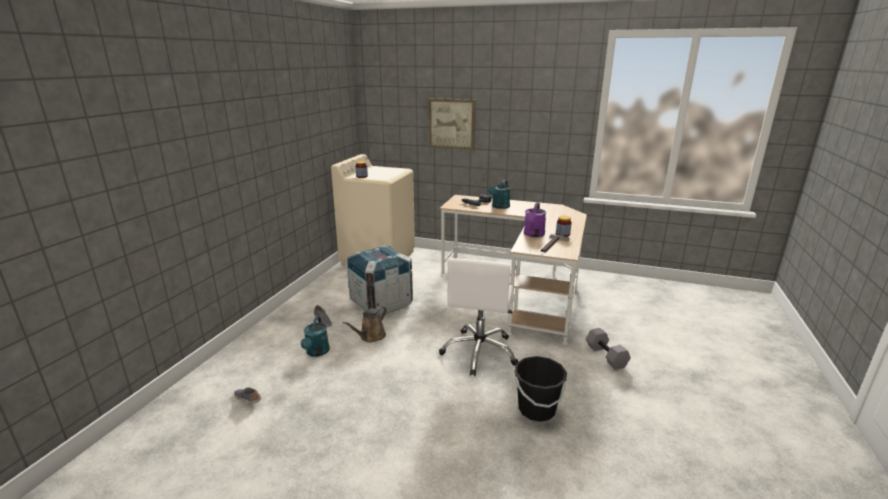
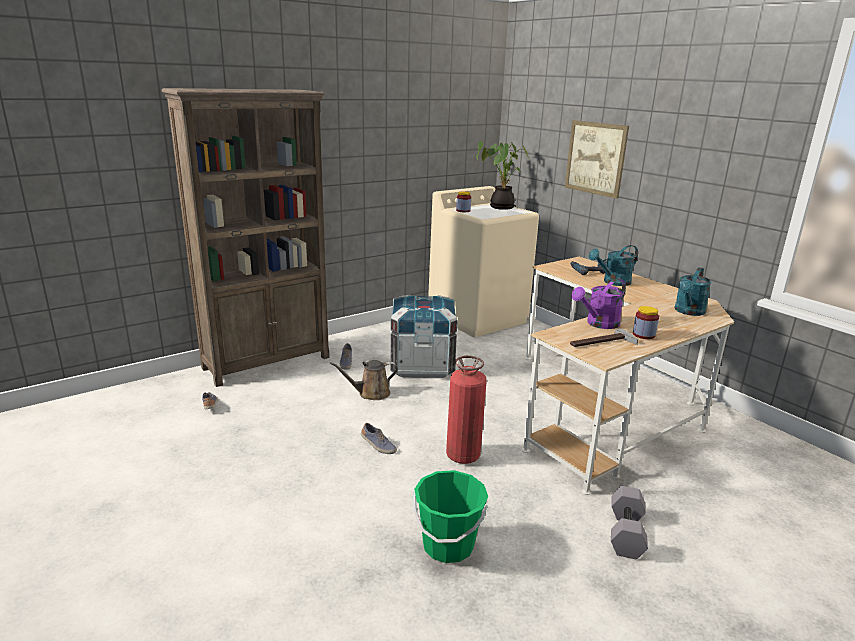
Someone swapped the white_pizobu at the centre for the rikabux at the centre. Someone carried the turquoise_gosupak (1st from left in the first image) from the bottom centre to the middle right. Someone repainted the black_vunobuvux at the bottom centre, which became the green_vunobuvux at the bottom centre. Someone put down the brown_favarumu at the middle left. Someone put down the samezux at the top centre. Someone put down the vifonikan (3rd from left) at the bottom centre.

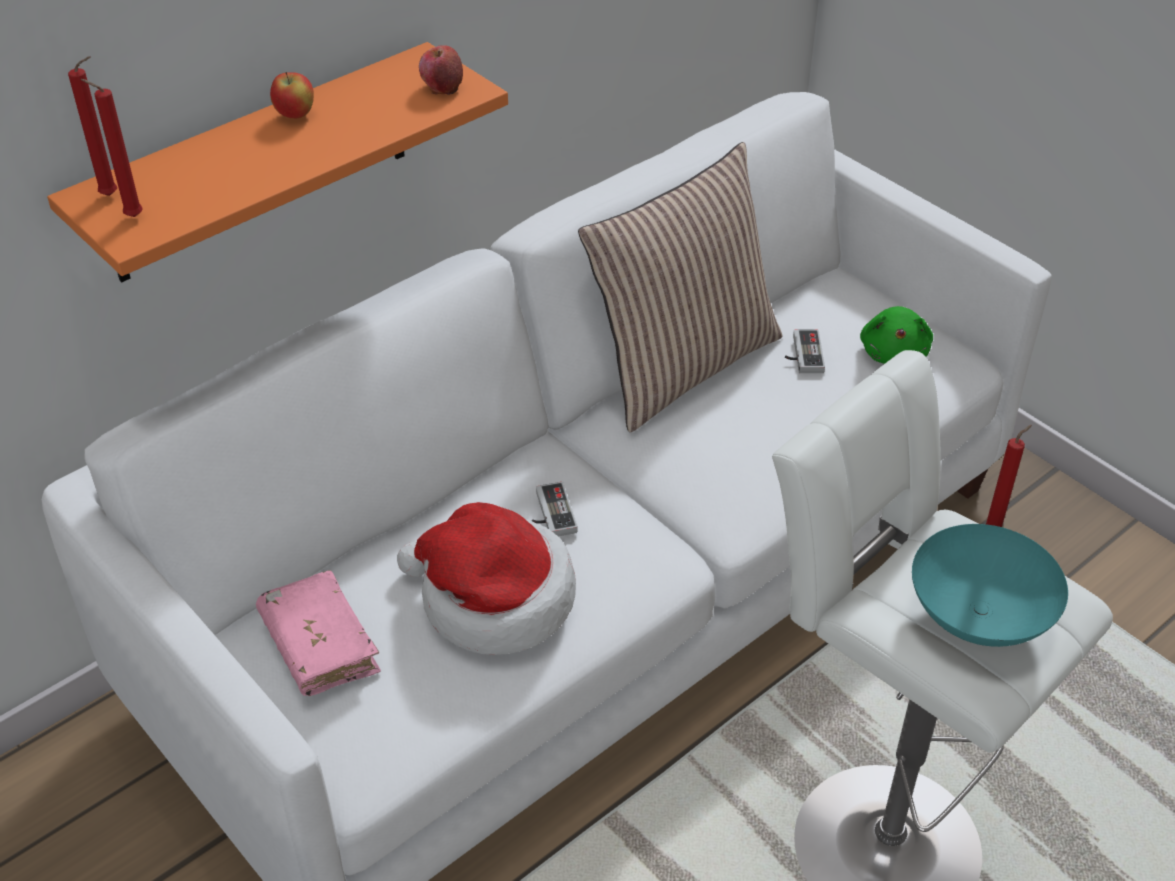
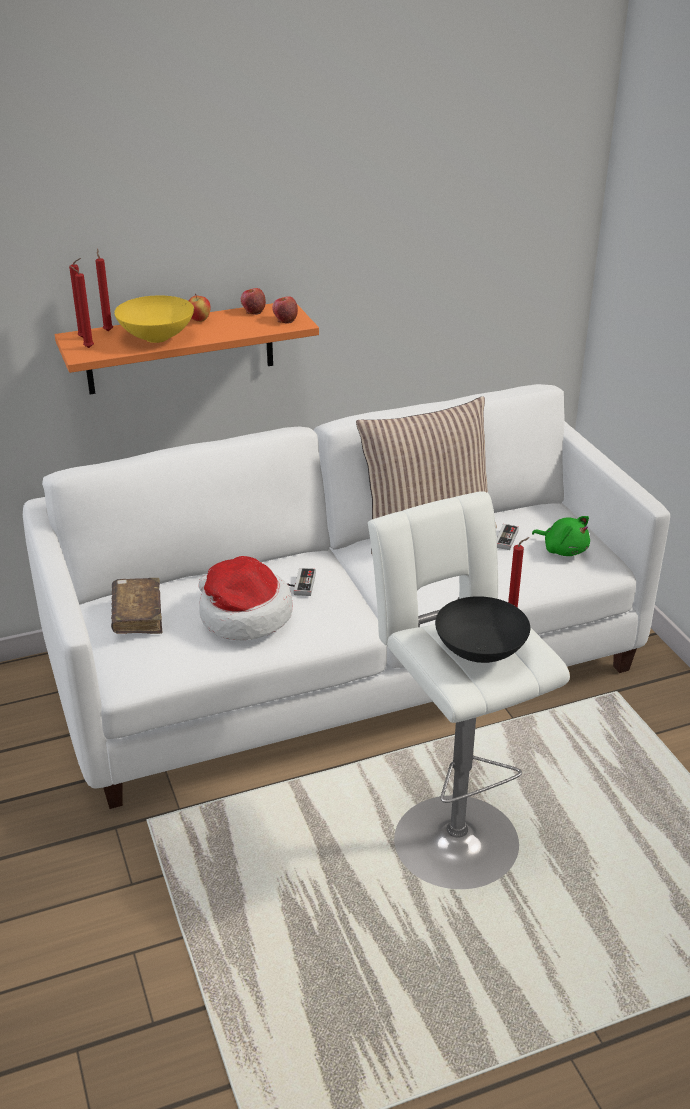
Someone rotated the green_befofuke at the middle right by 75 degrees counterclockwise. Someone repainted the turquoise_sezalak at the middle right, which became the black_sezalak at the middle right. Someone repainted the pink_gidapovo at the bottom left, which became the brown_gidapovo at the middle left. Someone put down the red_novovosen (3rd from left) at the top left. Someone put down the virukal (2nd from left) at the top centre. Someone put down the yellow_sezalak at the top left.

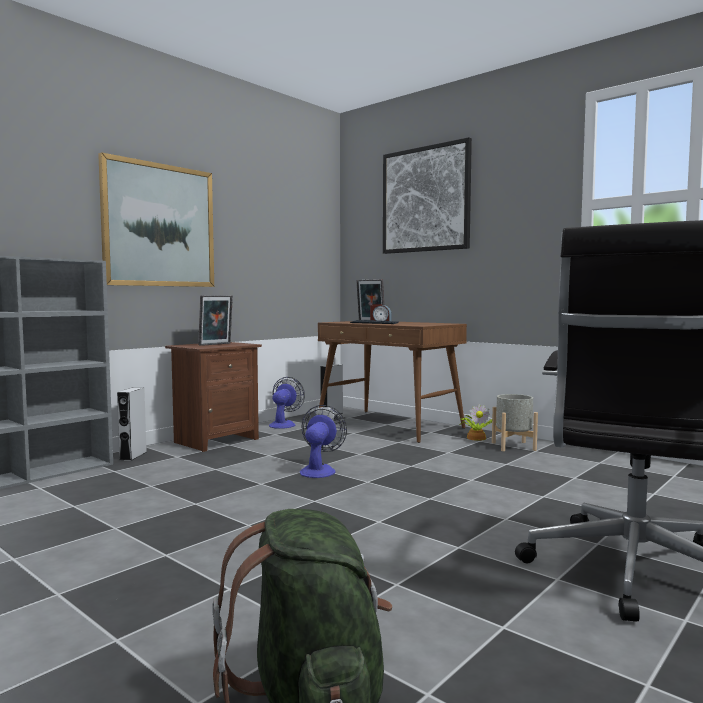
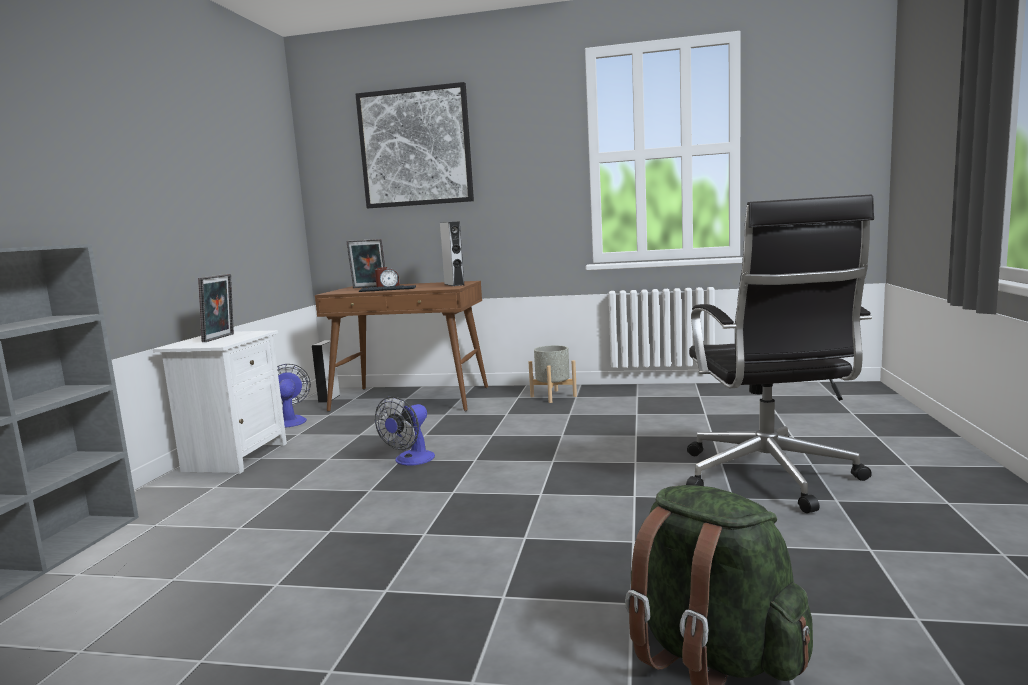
Someone took away the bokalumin (1st from left) at the top left. Someone repainted the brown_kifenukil at the middle left, which became the white_kifenukil at the middle left. Someone carried the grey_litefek (1st from left in the first image) from the middle left to the centre. Someone took away the samezux at the middle right. Someone rotated the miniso (2nd from left) at the centre by 135 degrees counterclockwise.

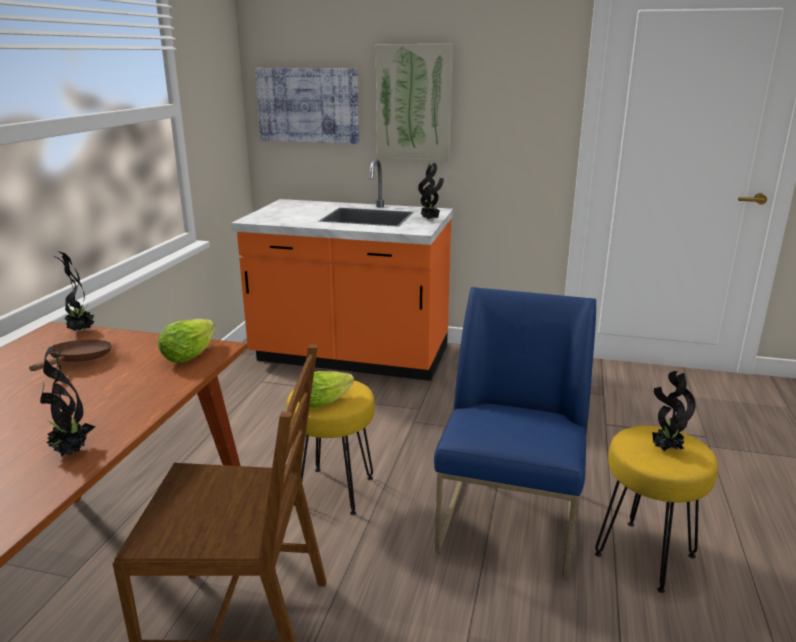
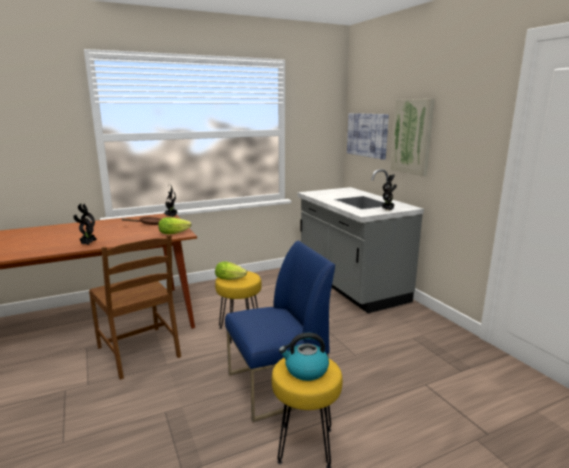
Someone repainted the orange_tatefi at the centre, which became the grey_tatefi at the centre. Someone swapped the samezux (4th from left) at the middle right for the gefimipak at the bottom centre.

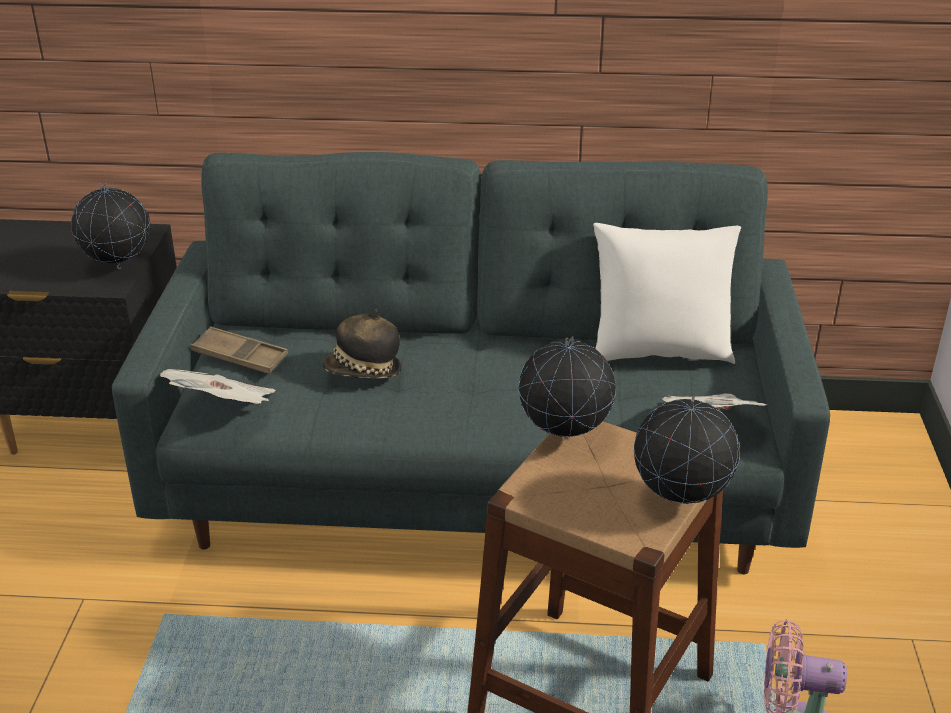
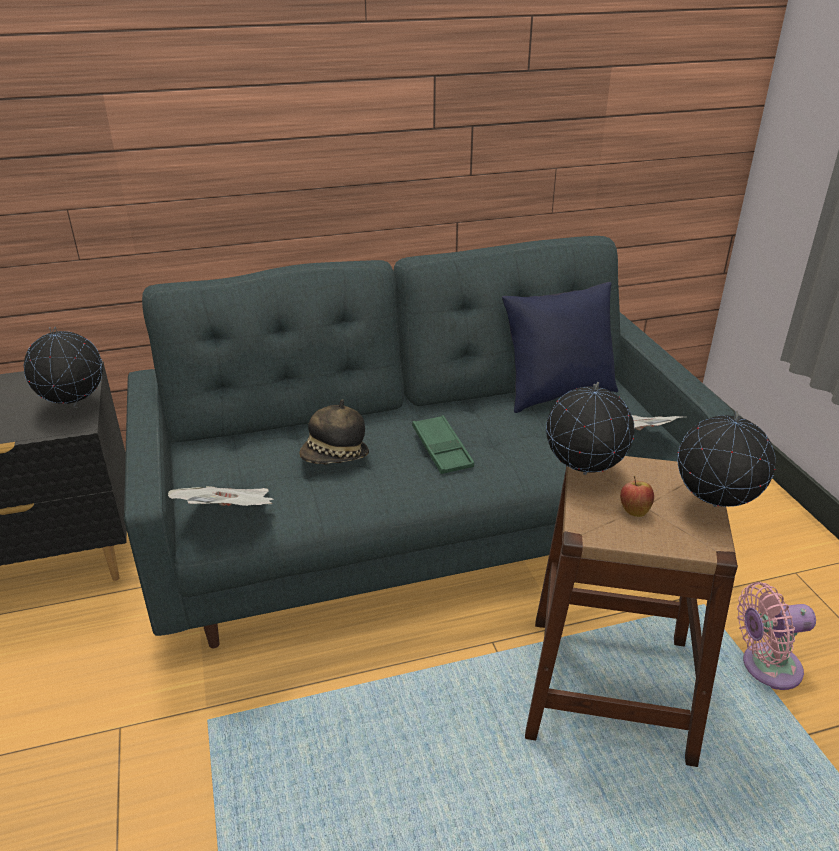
Someone repainted the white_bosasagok at the middle right, which became the blue_bosasagok at the middle right. Someone took away the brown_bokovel at the middle left. Someone put down the green_bokovel at the centre. Someone put down the virukal at the middle right.

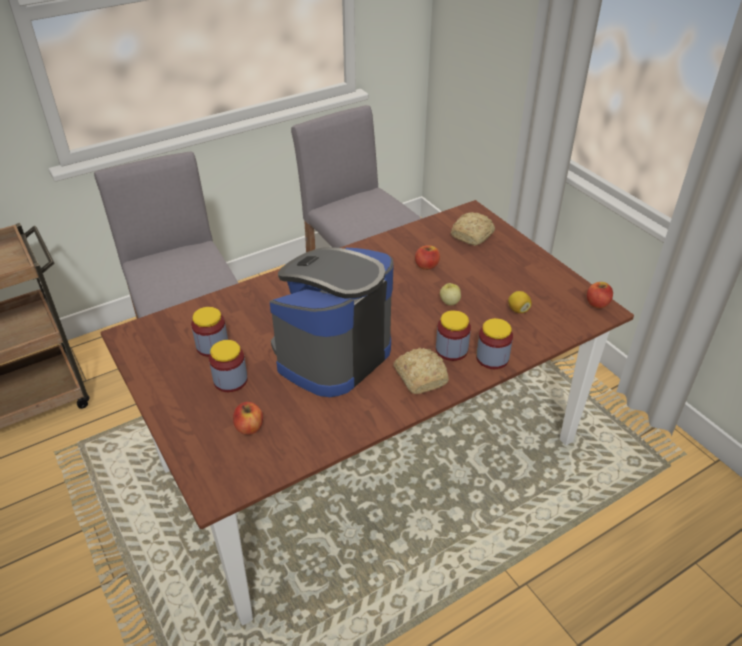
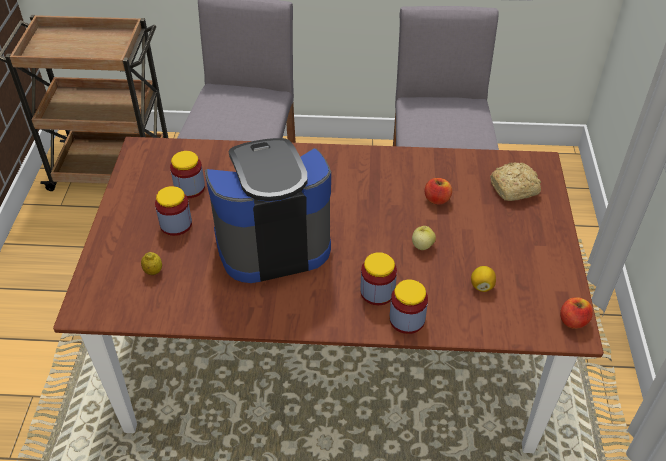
Someone took away the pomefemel (1st from left) at the centre. Someone swapped the virukal (1st from left) at the centre for the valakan (1st from left) at the middle left.

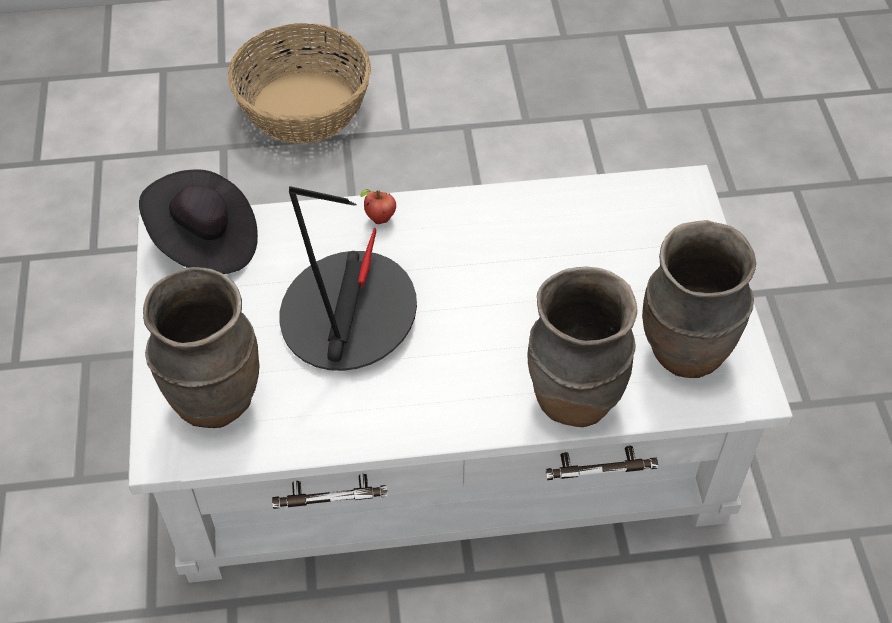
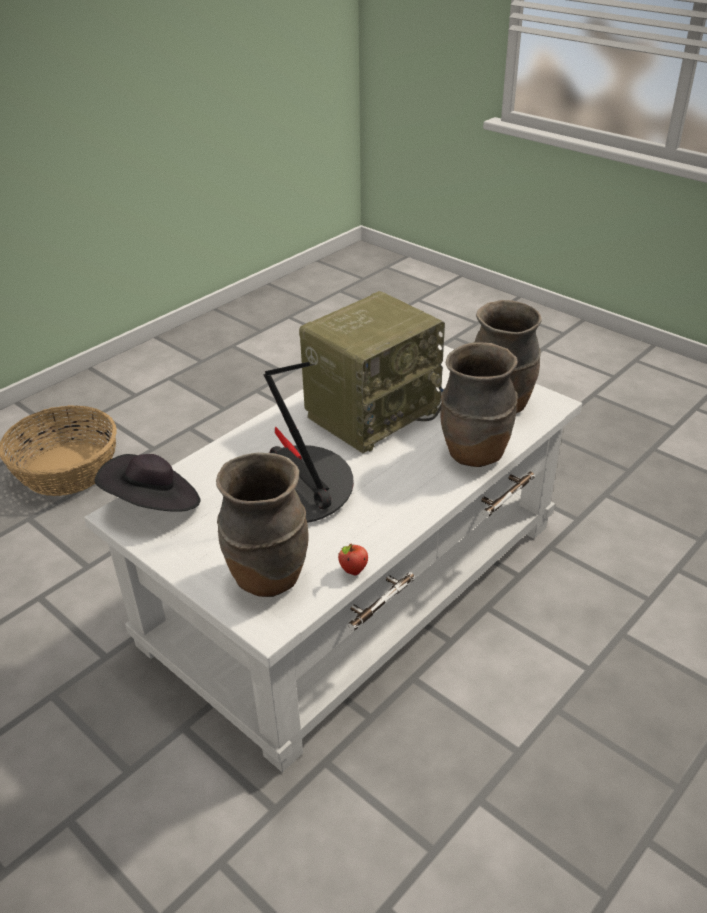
Someone carried the virukal from the top centre to the centre. Someone put down the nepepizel at the centre.

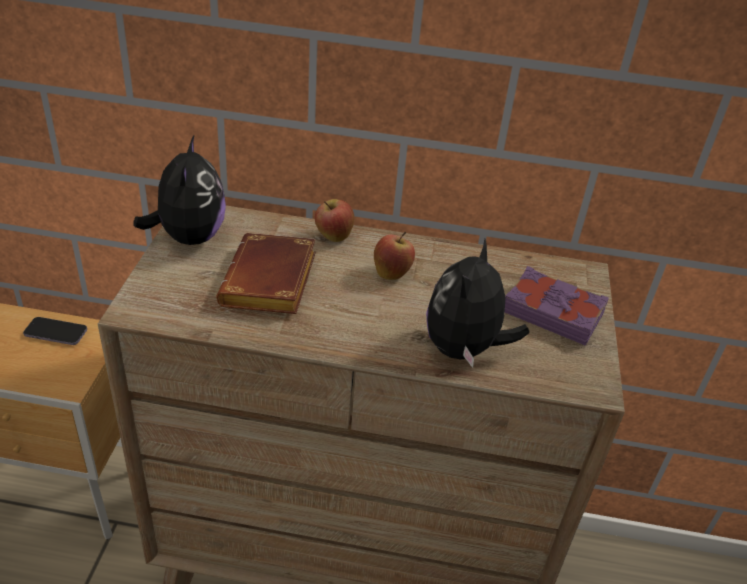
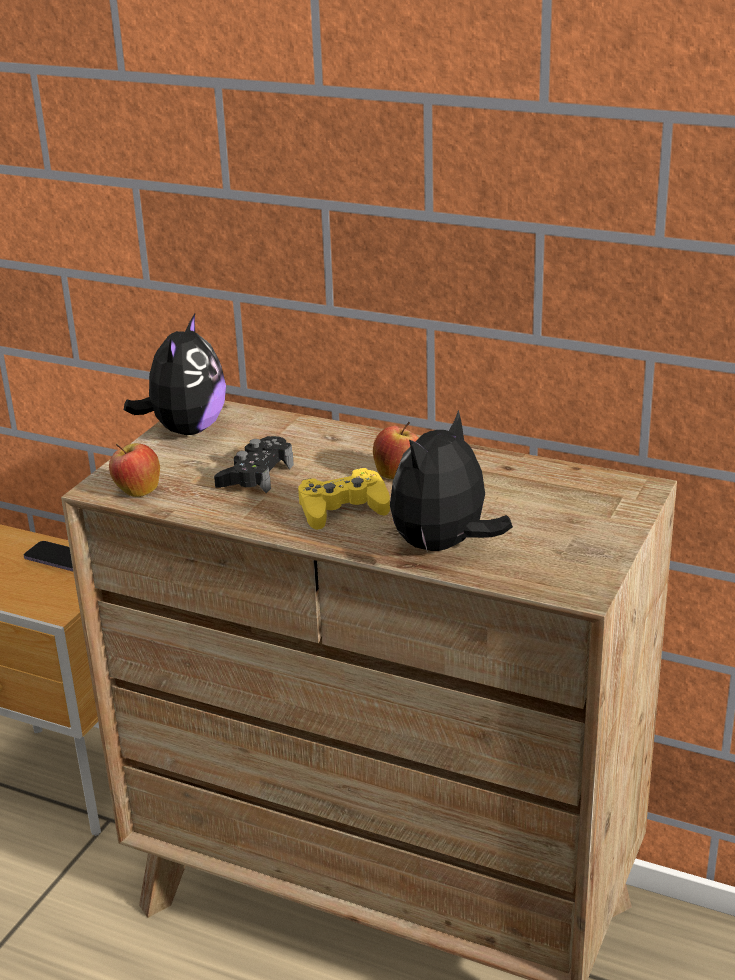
Someone carried the virukal (1st from left) from the centre to the middle left. Someone swapped the brown_gidapovo at the centre for the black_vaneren at the centre. Someone took away the purple_gidapovo at the middle right. Someone put down the yellow_vaneren at the centre.

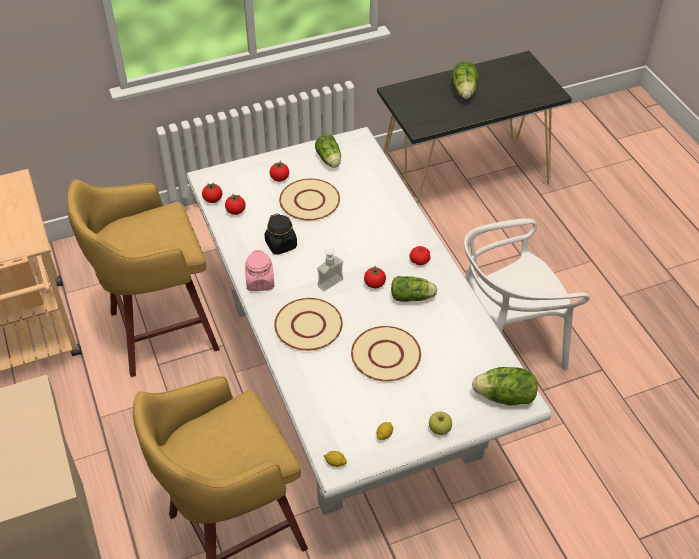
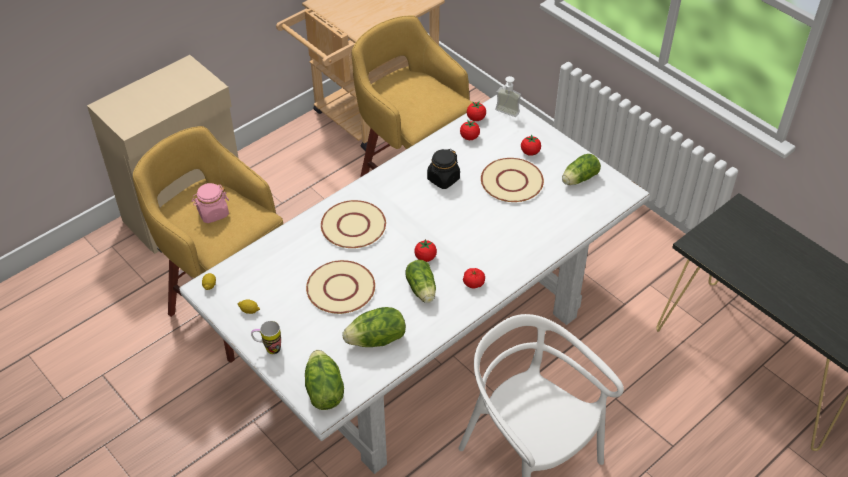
Someone carried the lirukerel (3rd from left in the first image) from the top centre to the bottom centre. Someone carried the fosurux from the centre to the top centre. Someone carried the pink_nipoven from the centre to the middle left. Someone swapped the virukal at the bottom centre for the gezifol at the bottom left.

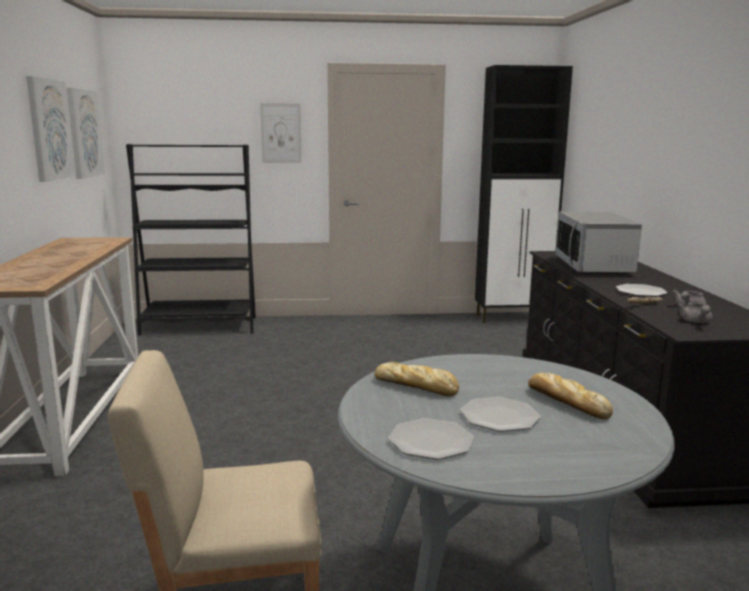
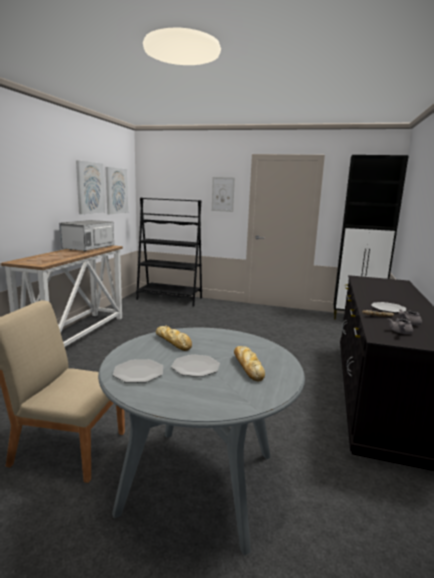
Someone carried the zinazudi from the middle right to the middle left.

